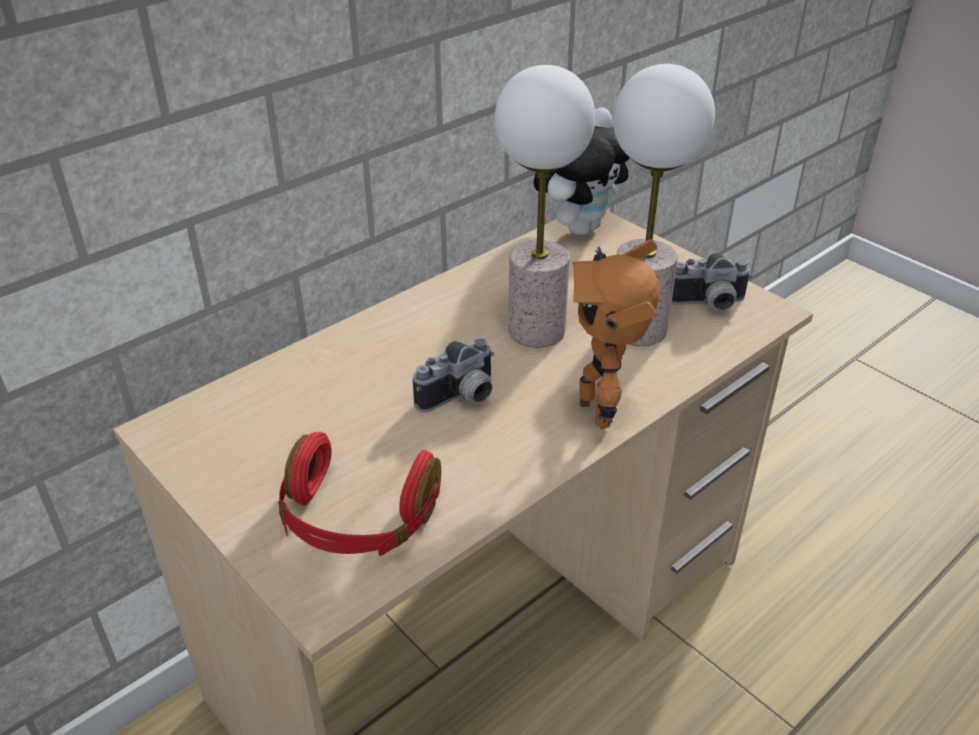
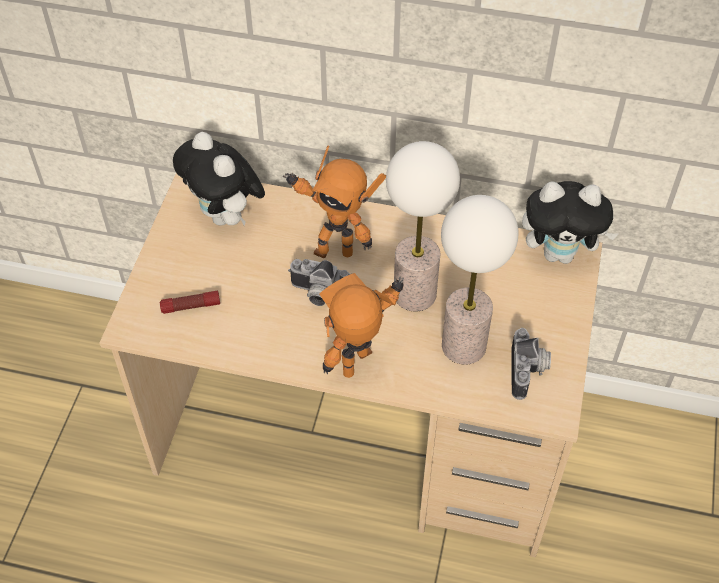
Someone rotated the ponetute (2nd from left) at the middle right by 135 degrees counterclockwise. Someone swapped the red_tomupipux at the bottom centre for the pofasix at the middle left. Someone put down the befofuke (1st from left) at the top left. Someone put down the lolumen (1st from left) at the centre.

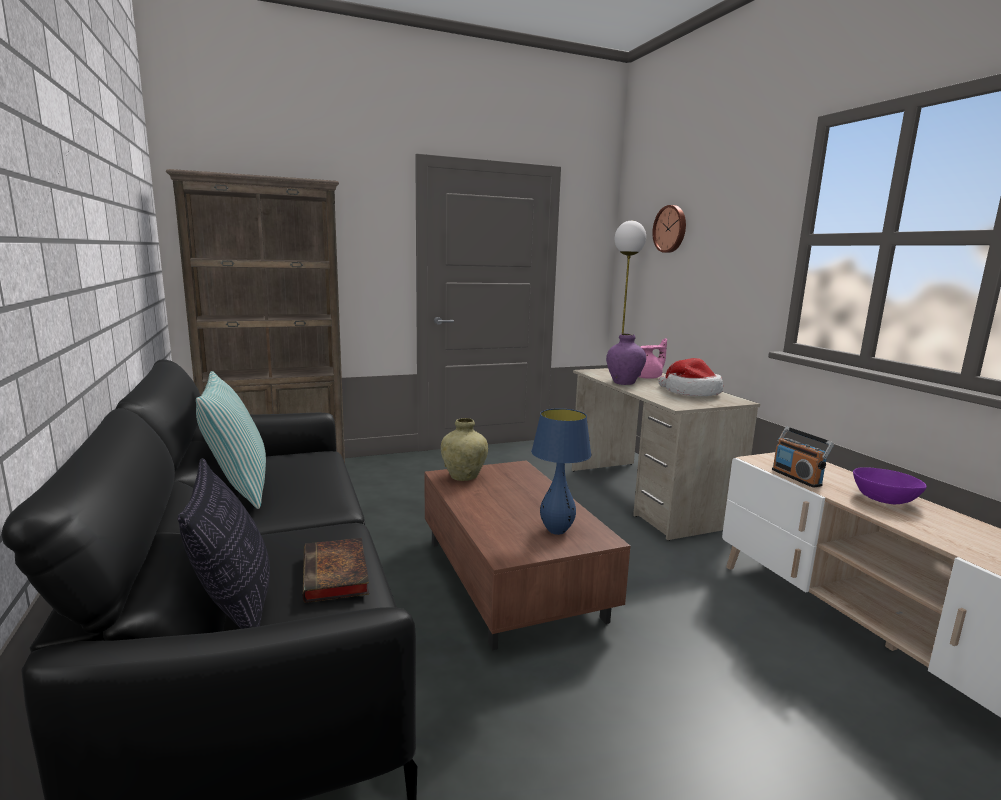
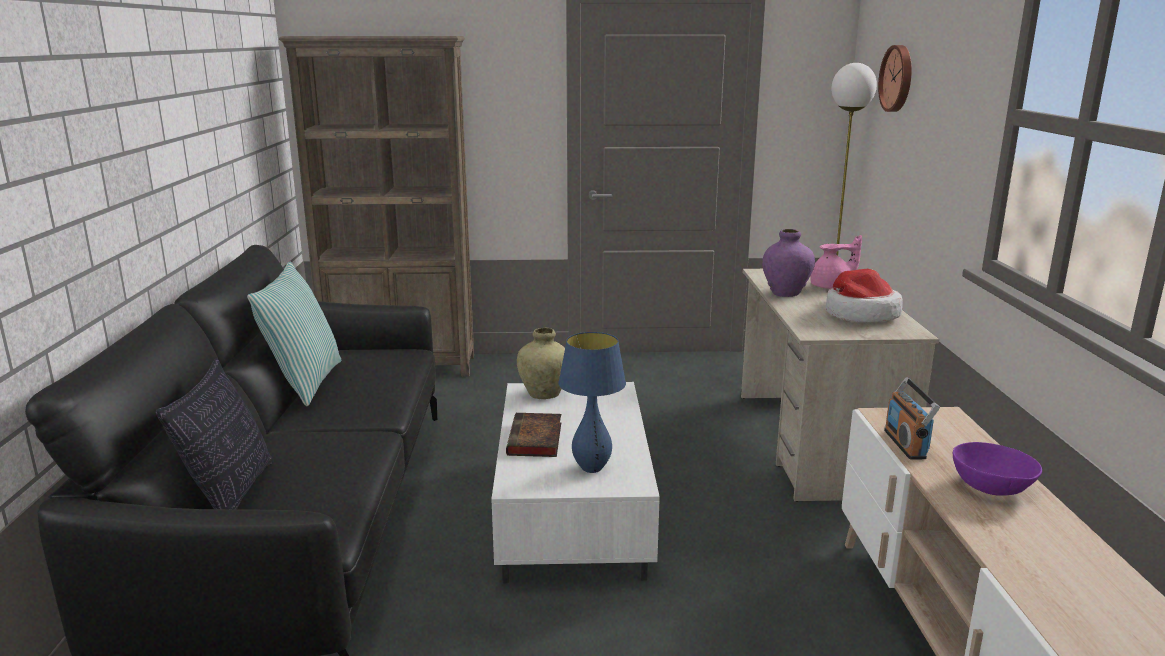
Someone repainted the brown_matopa at the bottom centre, which became the white_matopa at the bottom centre. Someone carried the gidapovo from the bottom centre to the centre.

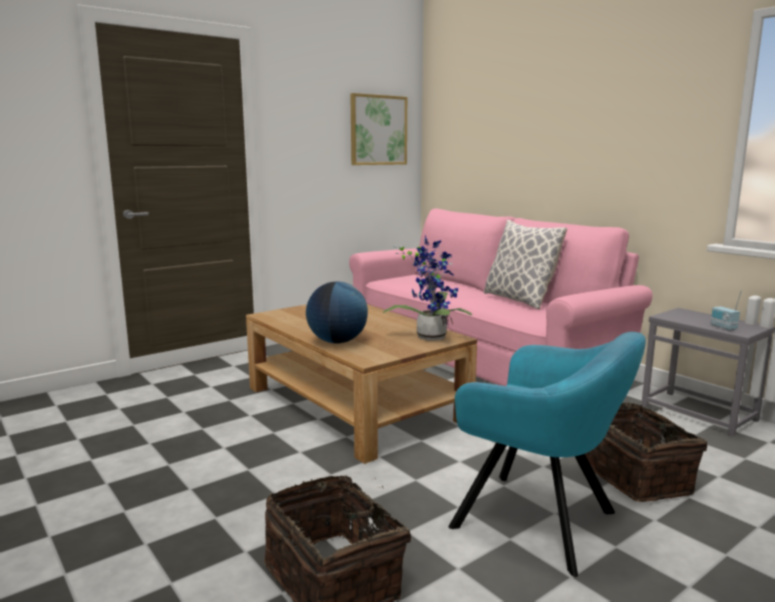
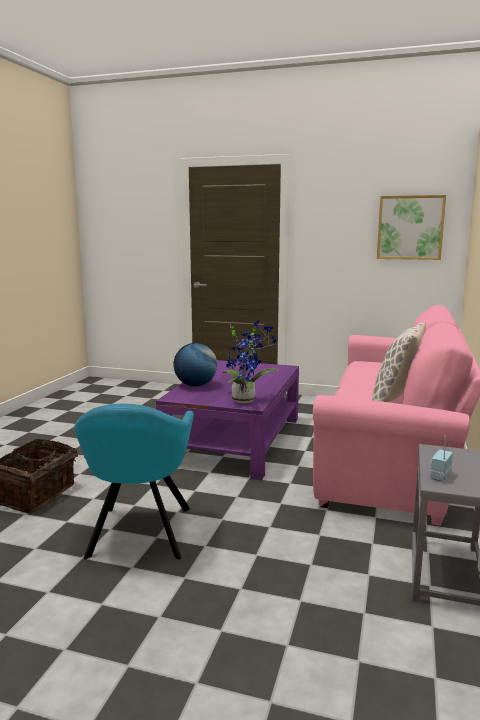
Someone repainted the brown_matopa at the centre, which became the purple_matopa at the centre. Someone took away the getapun (2nd from left) at the bottom right.

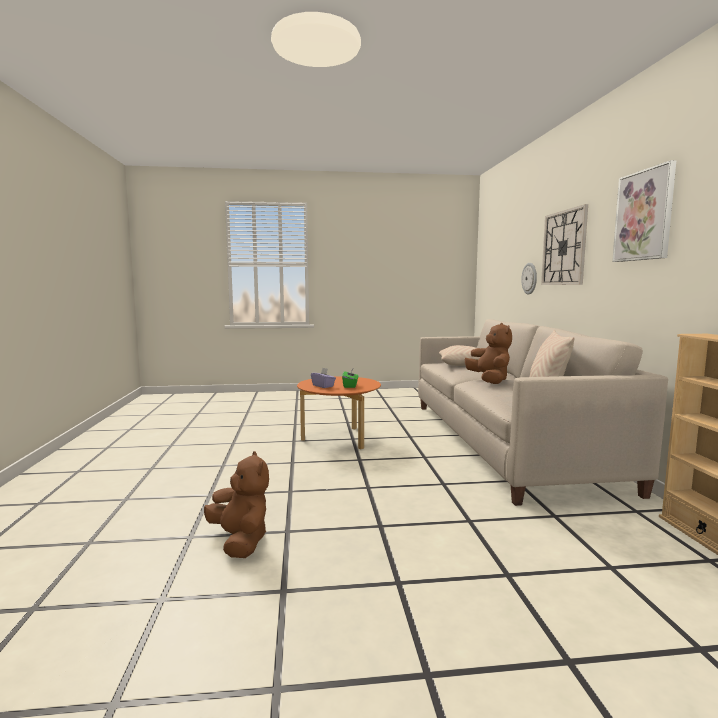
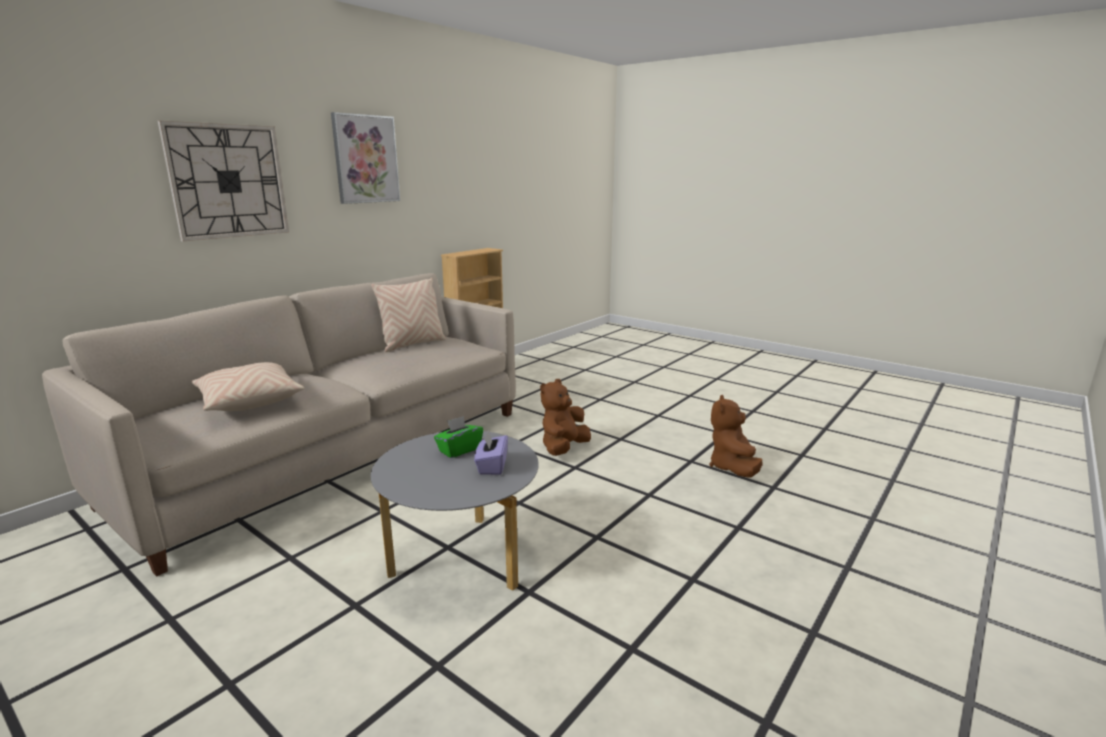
Someone took away the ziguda (1st from left) at the middle right. Someone carried the brown_befofuke (2nd from left in the first image) from the middle right to the centre. Someone repainted the orange_matopa at the centre, which became the grey_matopa at the bottom centre.

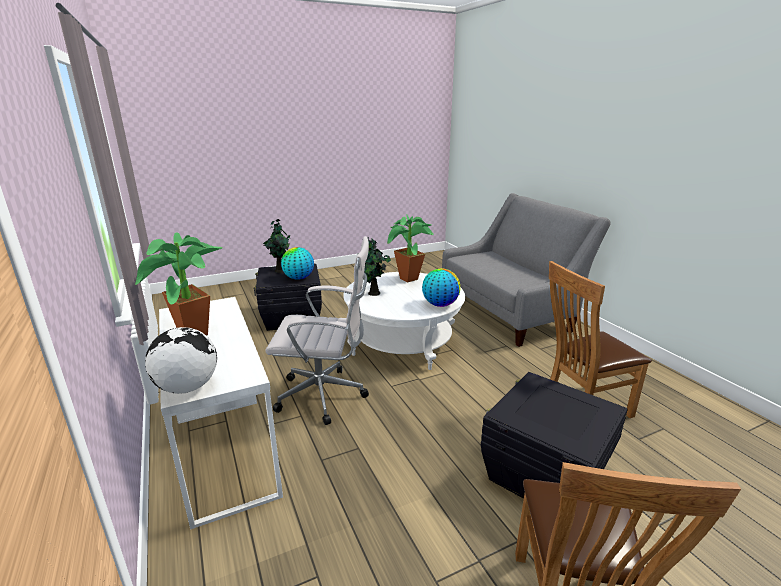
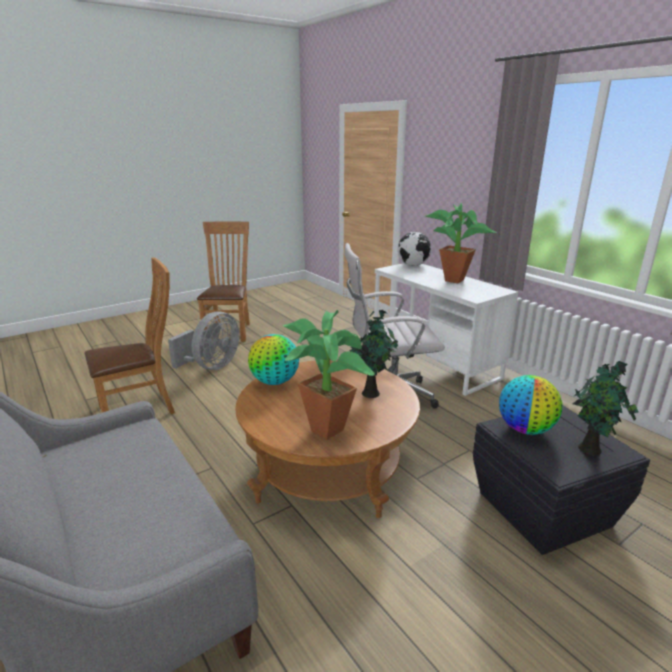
Someone repainted the white_matopa at the centre, which became the brown_matopa at the centre. Someone swapped the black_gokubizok (2nd from left) at the bottom right for the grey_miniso at the middle left.

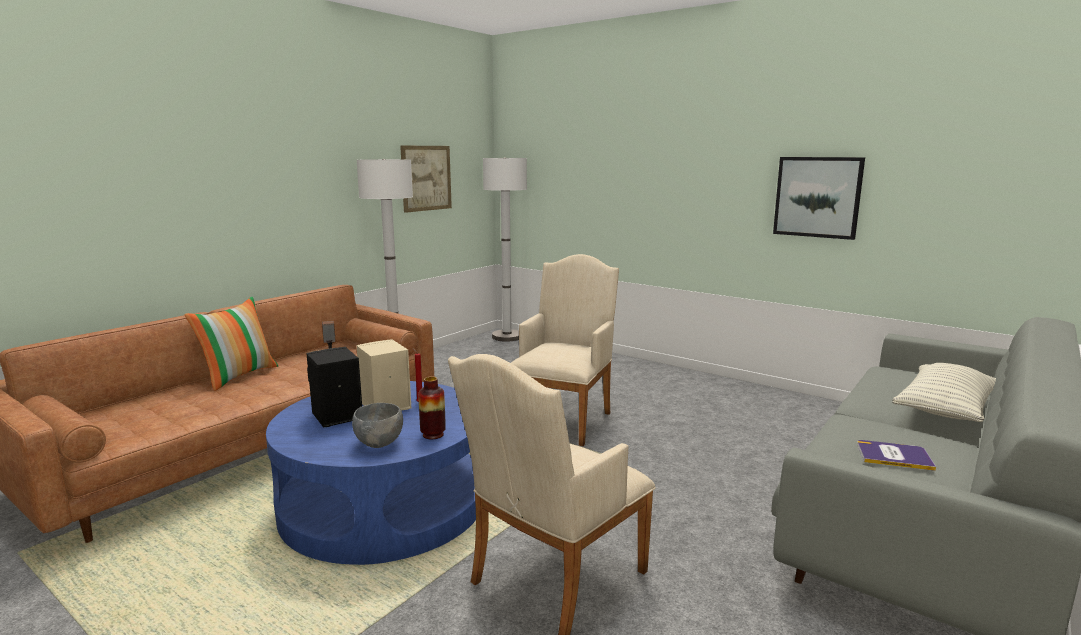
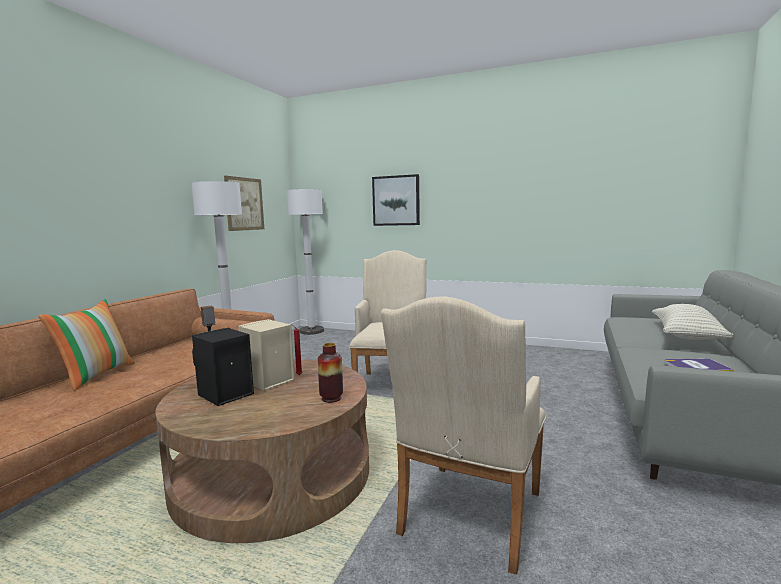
Someone carried the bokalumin (2nd from left) from the top right to the centre. Someone repainted the blue_matopa at the bottom centre, which became the brown_matopa at the bottom centre. Someone took away the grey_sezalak at the bottom centre.

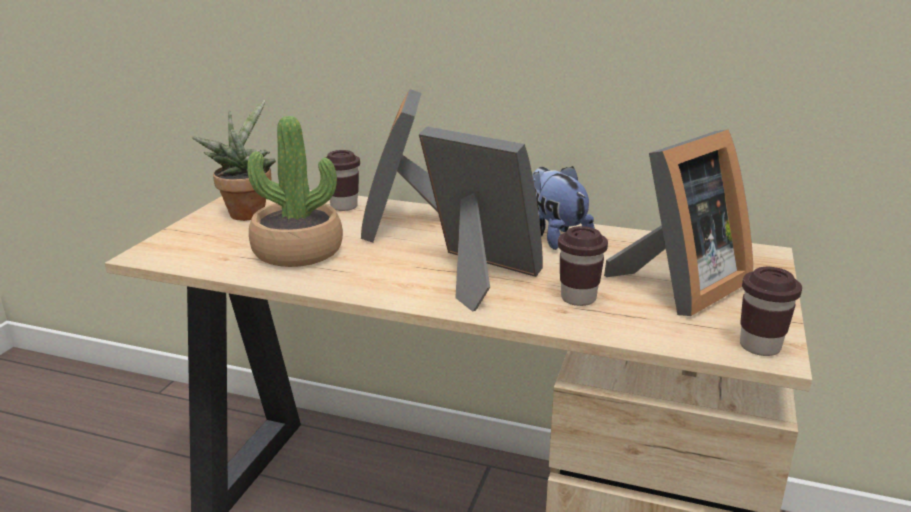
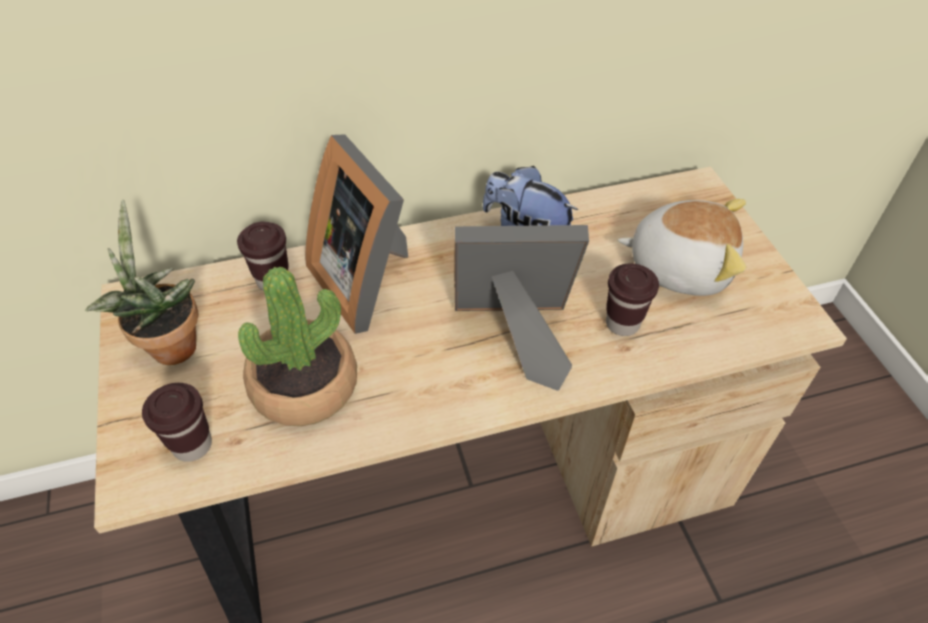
Someone swapped the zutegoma (3rd from left) at the middle right for the befofuke (2nd from left) at the middle right. Someone carried the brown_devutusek (3rd from left in the first image) from the middle right to the bottom left.

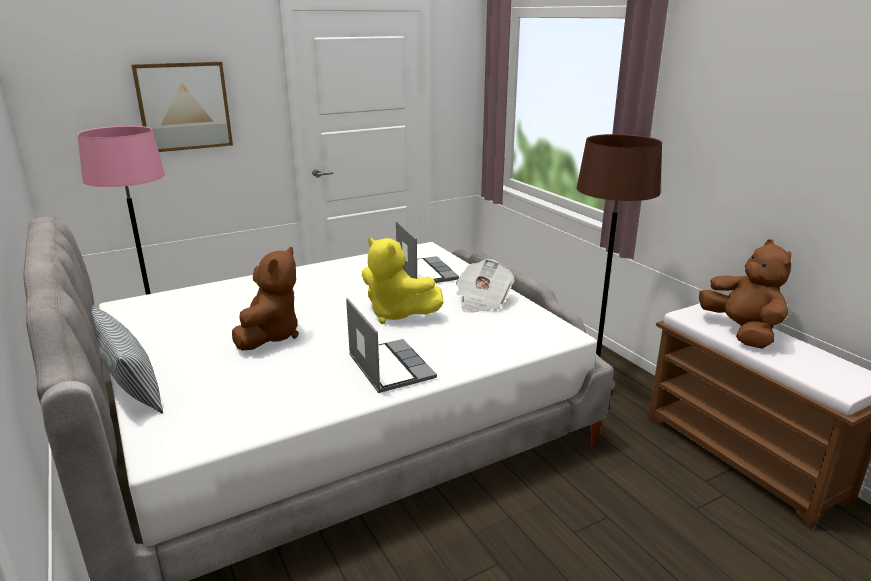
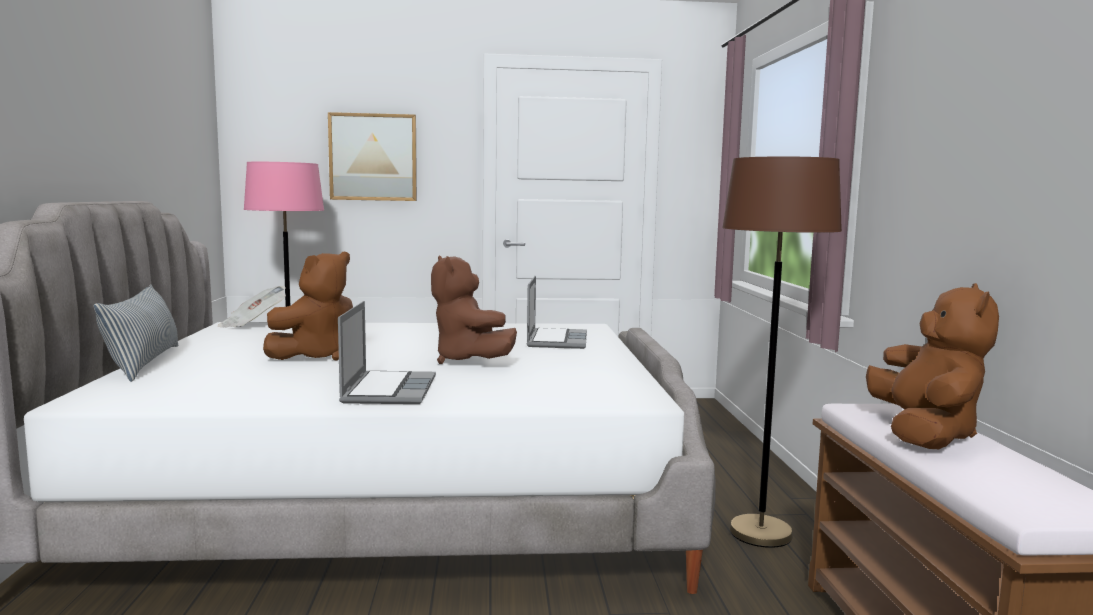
Someone repainted the yellow_befofuke at the centre, which became the brown_befofuke (2nd from left) at the centre. Someone carried the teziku from the centre to the middle left.

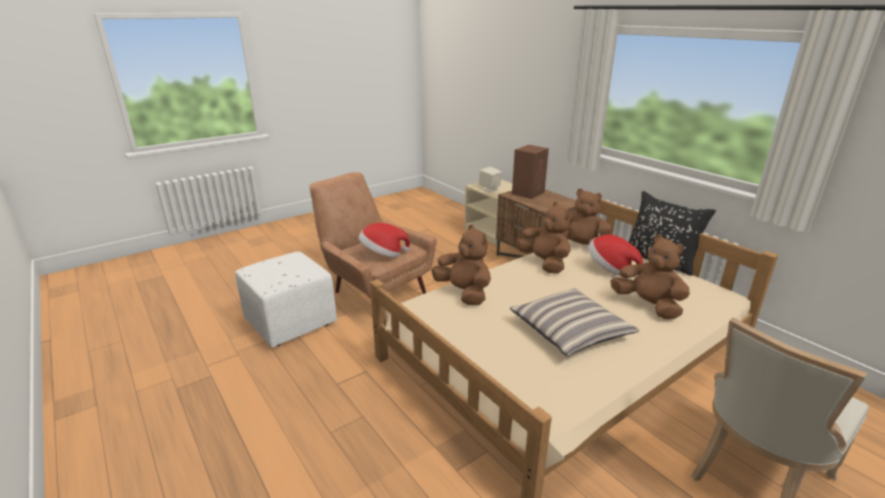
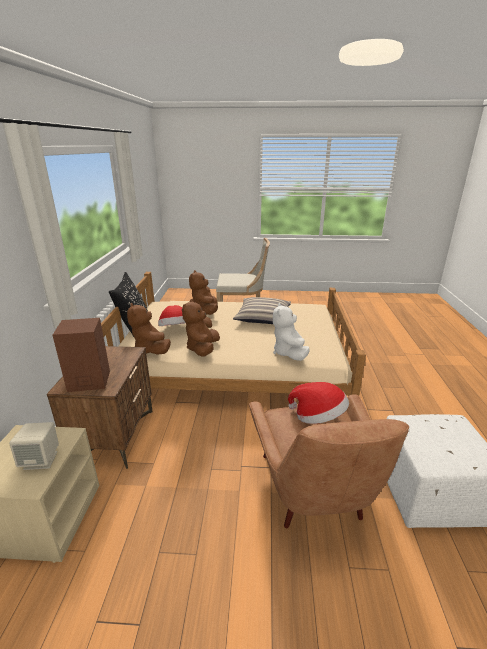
Someone repainted the brown_befofuke (1st from left) at the centre, which became the white_befofuke at the centre.

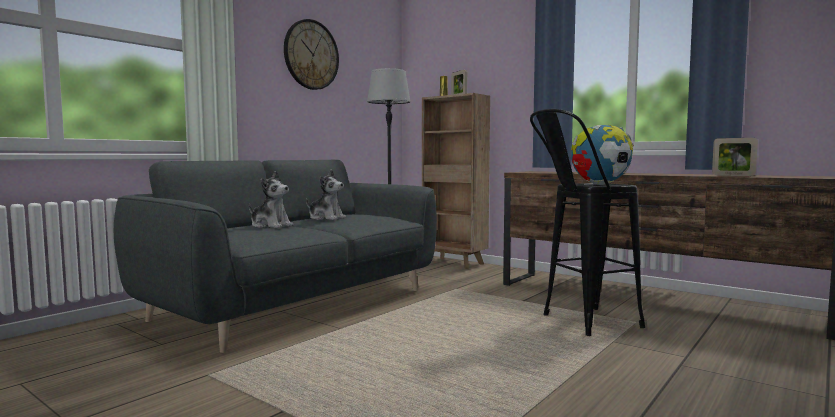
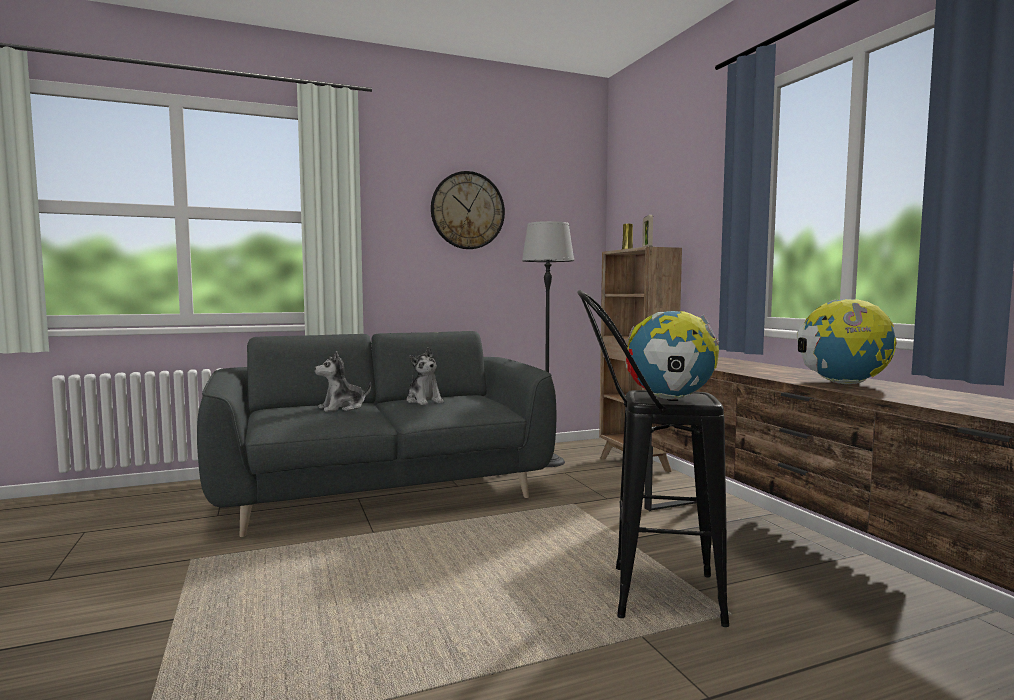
Someone took away the zutegoma (2nd from left) at the middle right. Someone rotated the befofuke (1st from left) at the middle left by 90 degrees clockwise. Someone put down the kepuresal (2nd from left) at the middle right.

